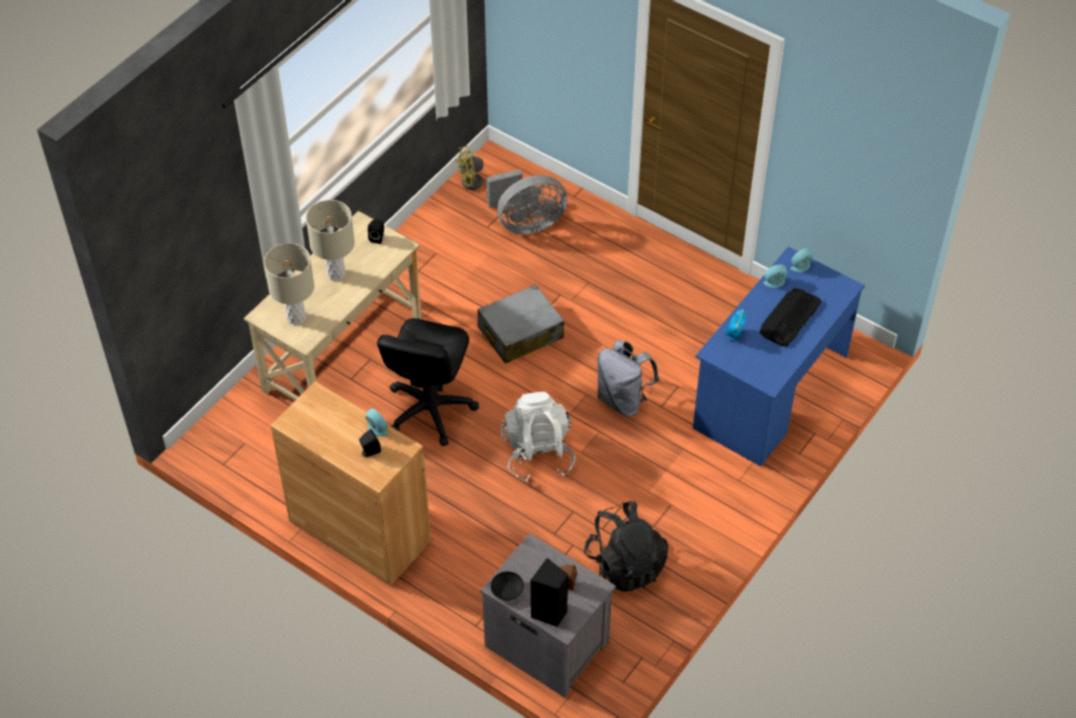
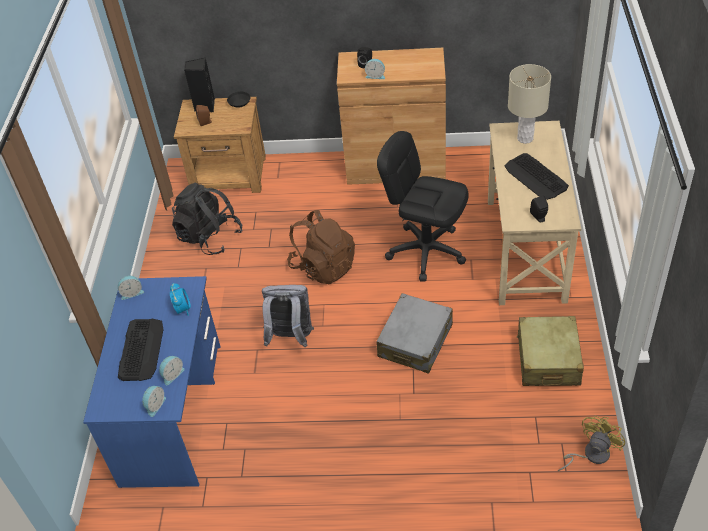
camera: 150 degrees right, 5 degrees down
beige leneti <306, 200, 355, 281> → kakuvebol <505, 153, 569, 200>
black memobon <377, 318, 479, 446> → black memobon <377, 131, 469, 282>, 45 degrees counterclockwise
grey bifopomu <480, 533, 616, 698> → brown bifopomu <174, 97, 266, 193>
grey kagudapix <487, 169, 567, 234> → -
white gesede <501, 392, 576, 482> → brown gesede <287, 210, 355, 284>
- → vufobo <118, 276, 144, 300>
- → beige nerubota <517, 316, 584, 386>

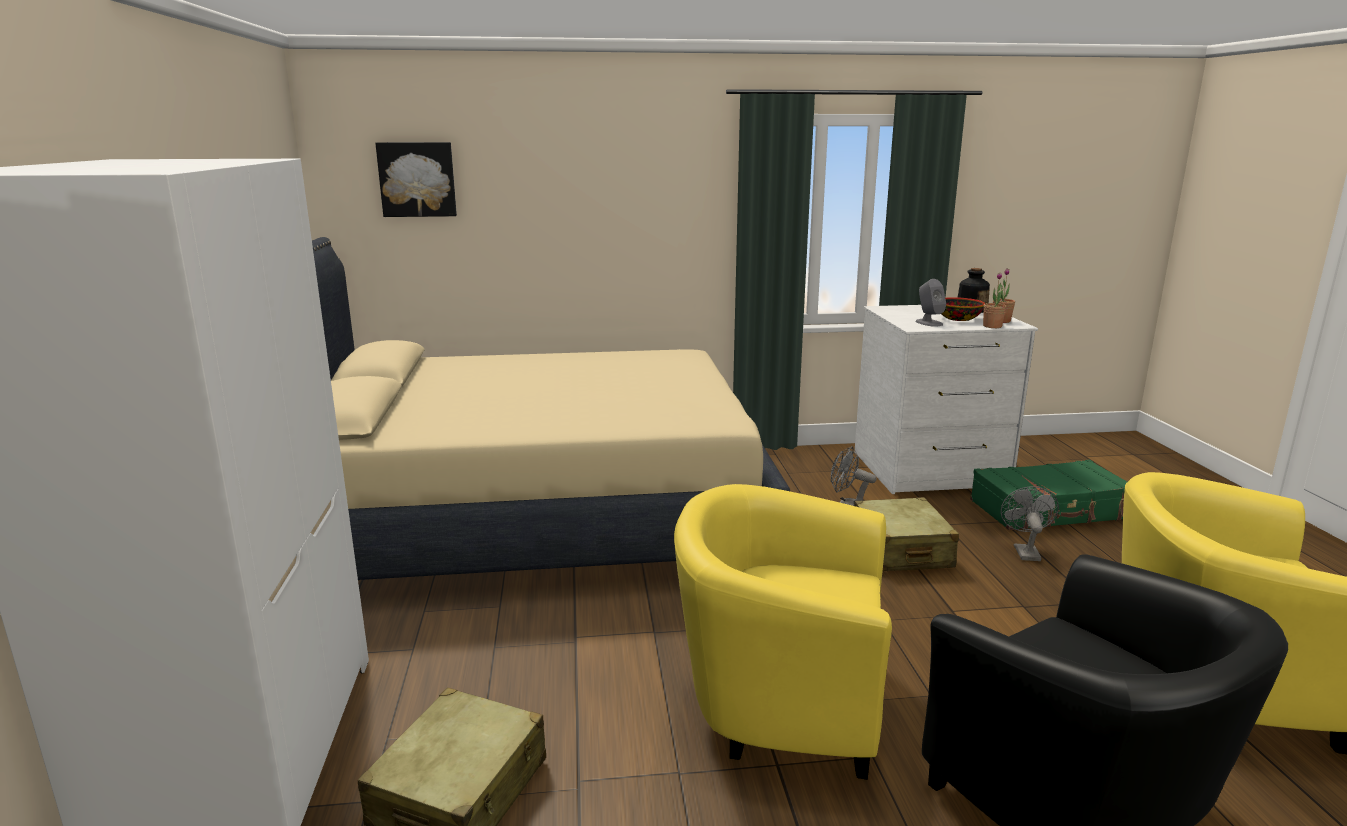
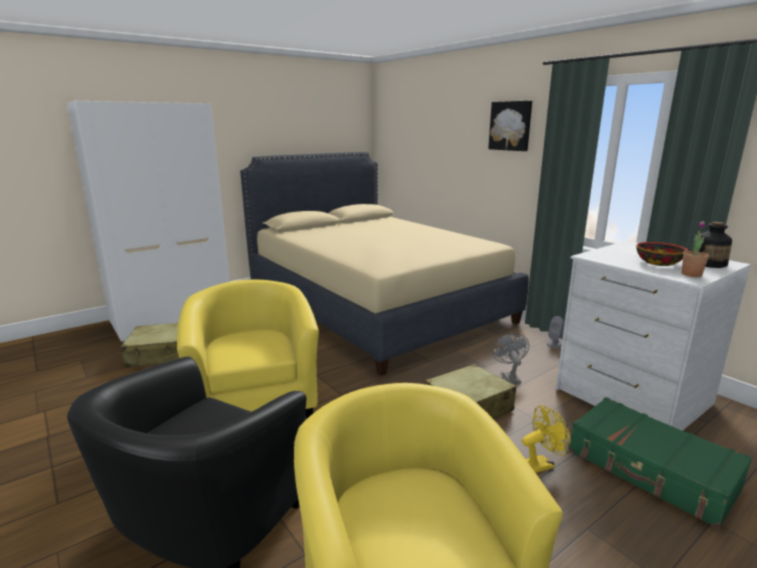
camera: 60 degrees right, 0 degrees up
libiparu <375, 142, 457, 217> → libiparu <488, 101, 532, 151>, relocated
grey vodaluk <915, 279, 946, 327> → grey vodaluk <547, 316, 564, 348>, relocated
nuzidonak <983, 273, 1007, 328> → -
grey kagudapix <1001, 486, 1059, 561> → yellow kagudapix <522, 406, 570, 473>

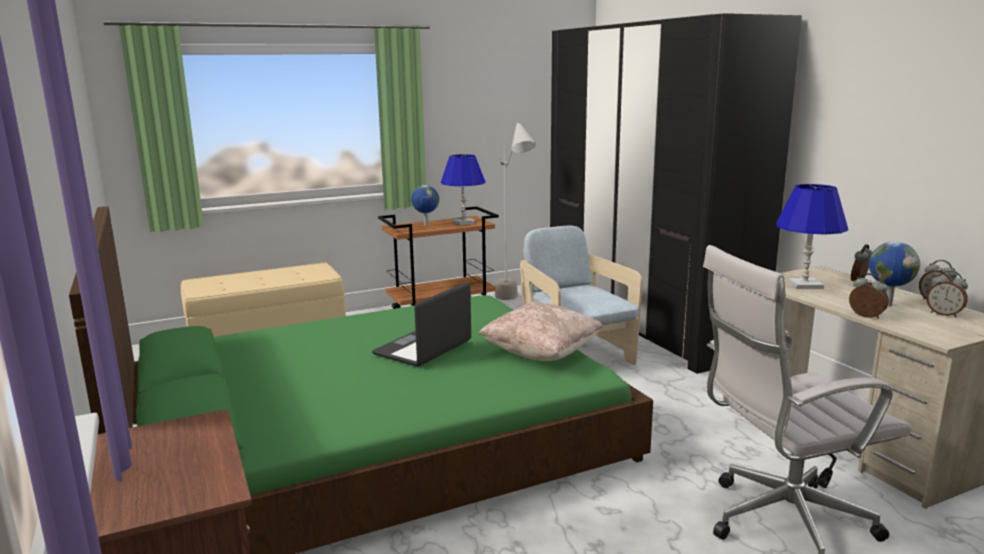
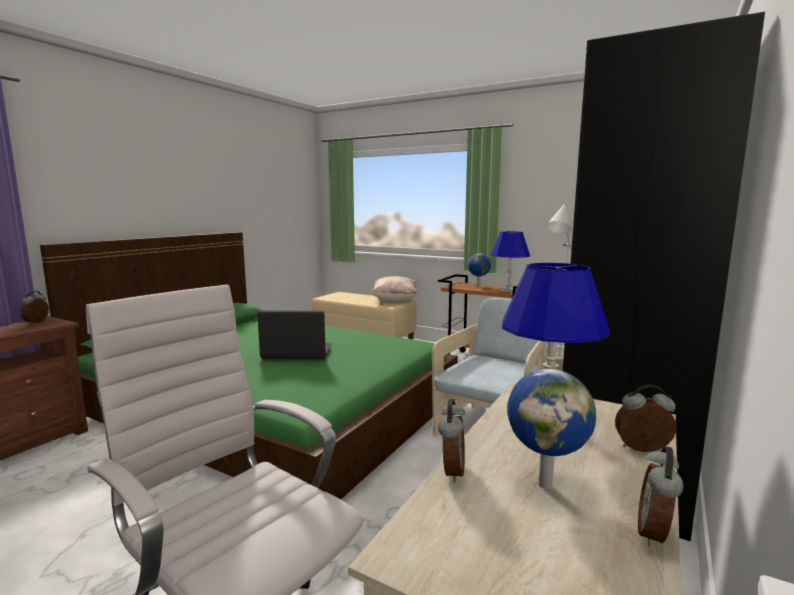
camera: 55 degrees right, 5 degrees down
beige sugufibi <478, 302, 603, 361> → beige sugufibi <371, 276, 418, 302>, relocated
vufobo <926, 271, 968, 318> → vufobo <20, 291, 49, 325>, relocated

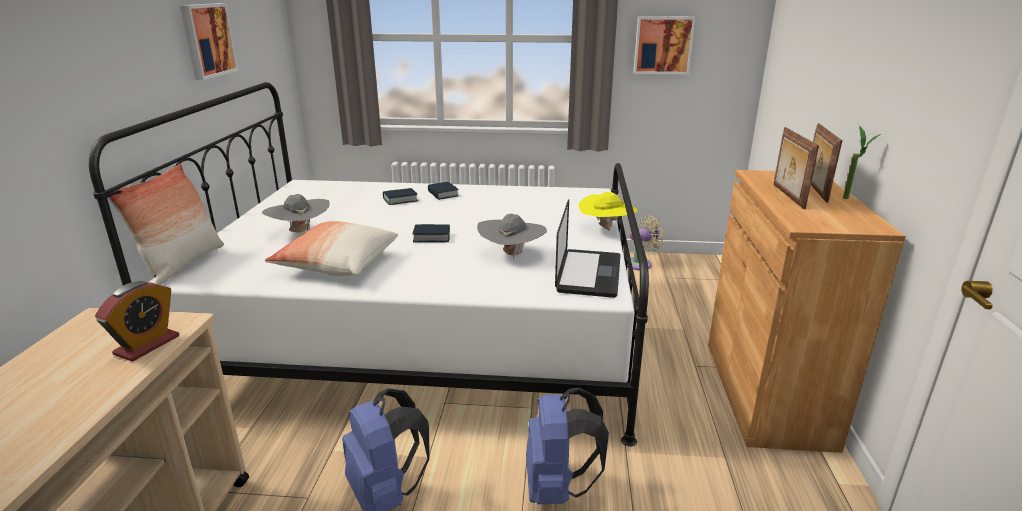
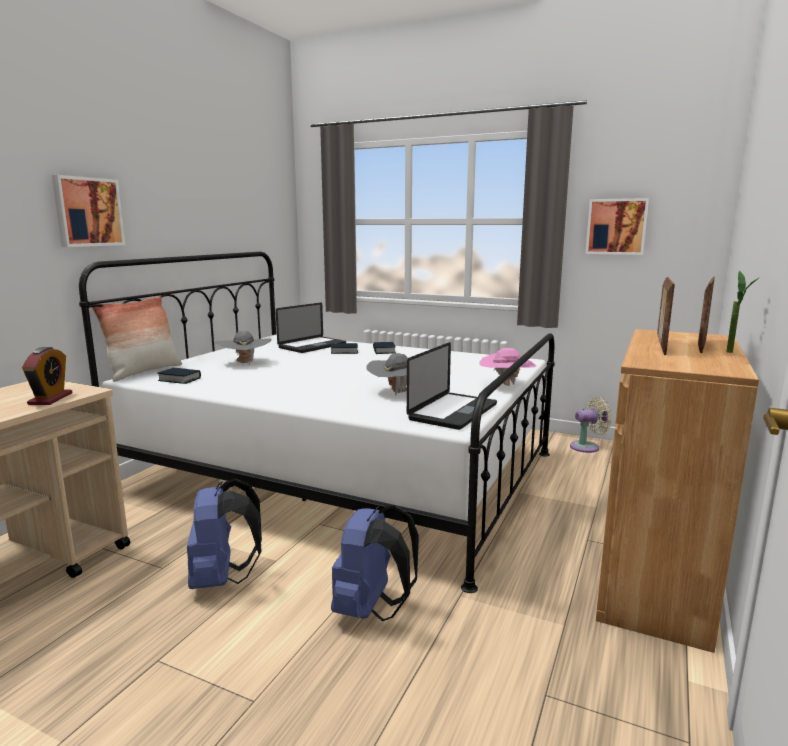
camera: 20 degrees right, 10 degrees down
vufobo <95, 281, 179, 362> → vufobo <22, 347, 72, 405>, 45 degrees counterclockwise
libiparu <180, 3, 238, 80> → libiparu <52, 175, 125, 247>, relocated
sugufibi <265, 221, 398, 276> → -
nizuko <413, 224, 450, 242> → nizuko <158, 368, 201, 384>, relocated
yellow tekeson <579, 192, 638, 231> → pink tekeson <480, 348, 536, 386>
- → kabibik <276, 303, 346, 353>

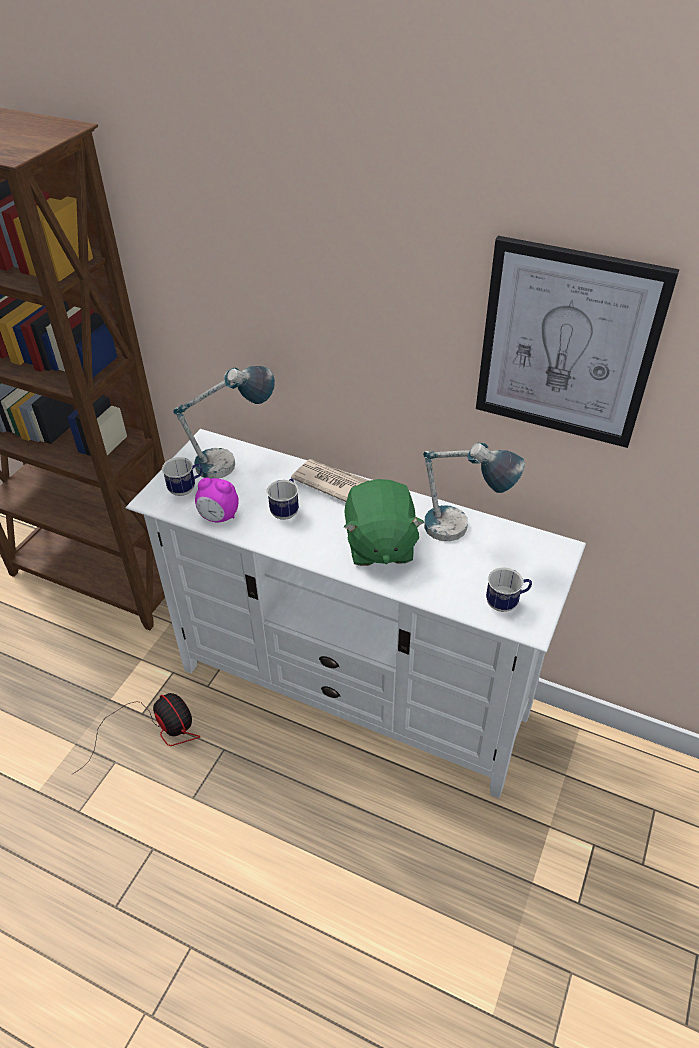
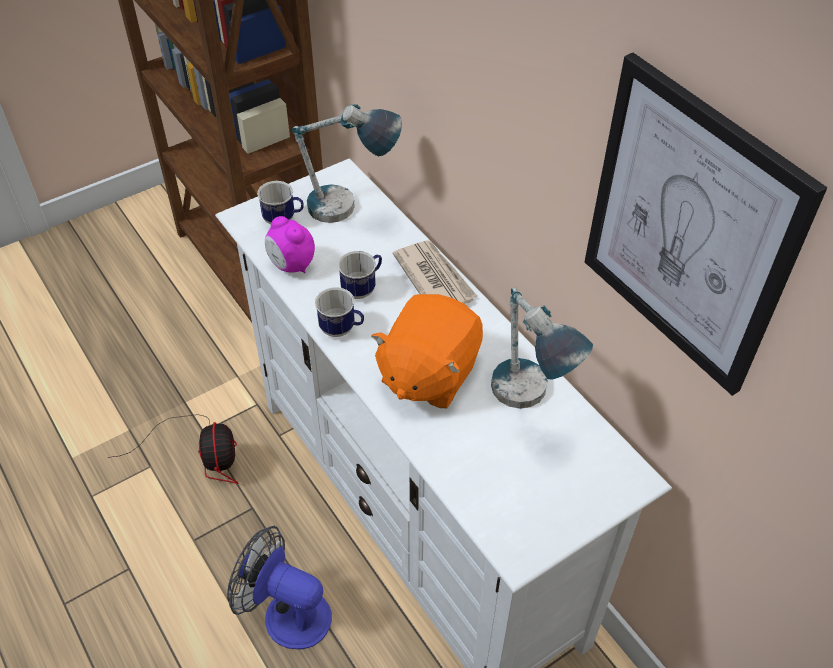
camera: 30 degrees right, 5 degrees up
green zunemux <344, 479, 424, 566> → orange zunemux <371, 294, 483, 408>
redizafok <486, 567, 532, 612> → redizafok <315, 287, 364, 337>, relocated
- → kagudapix <227, 526, 332, 650>

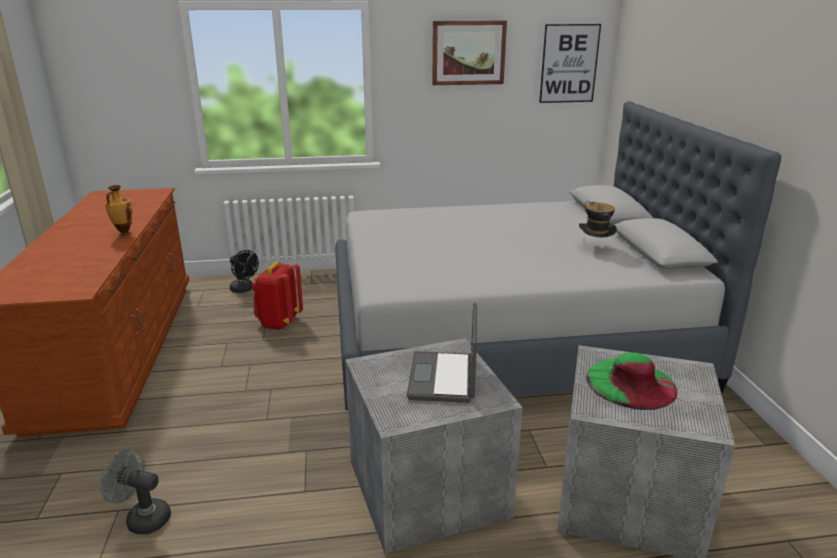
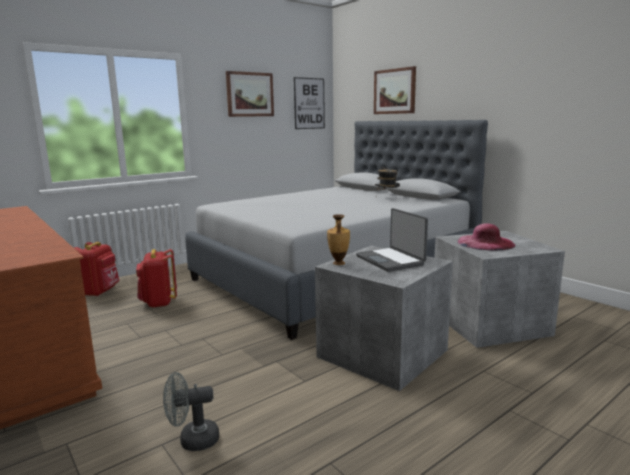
camera: 30 degrees left, 10 degrees down
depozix <105, 185, 132, 237> → depozix <327, 214, 350, 265>, relocated
black kagudapix <230, 250, 259, 293> → red gesede <74, 242, 119, 296>
green tekeson <586, 352, 677, 410> → pink tekeson <458, 223, 515, 250>
- → libiparu <374, 66, 416, 114>

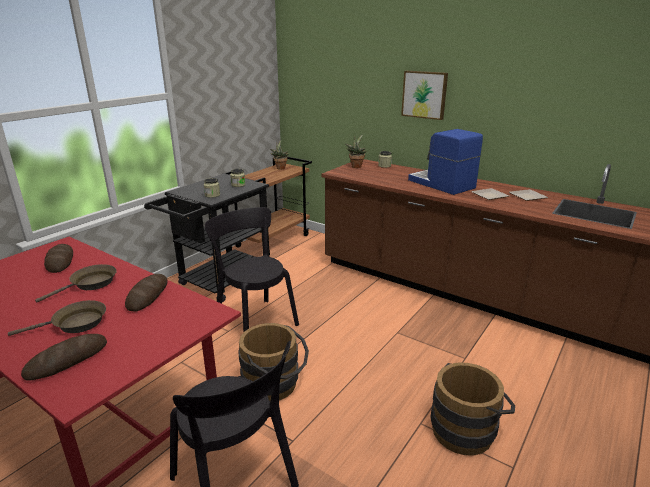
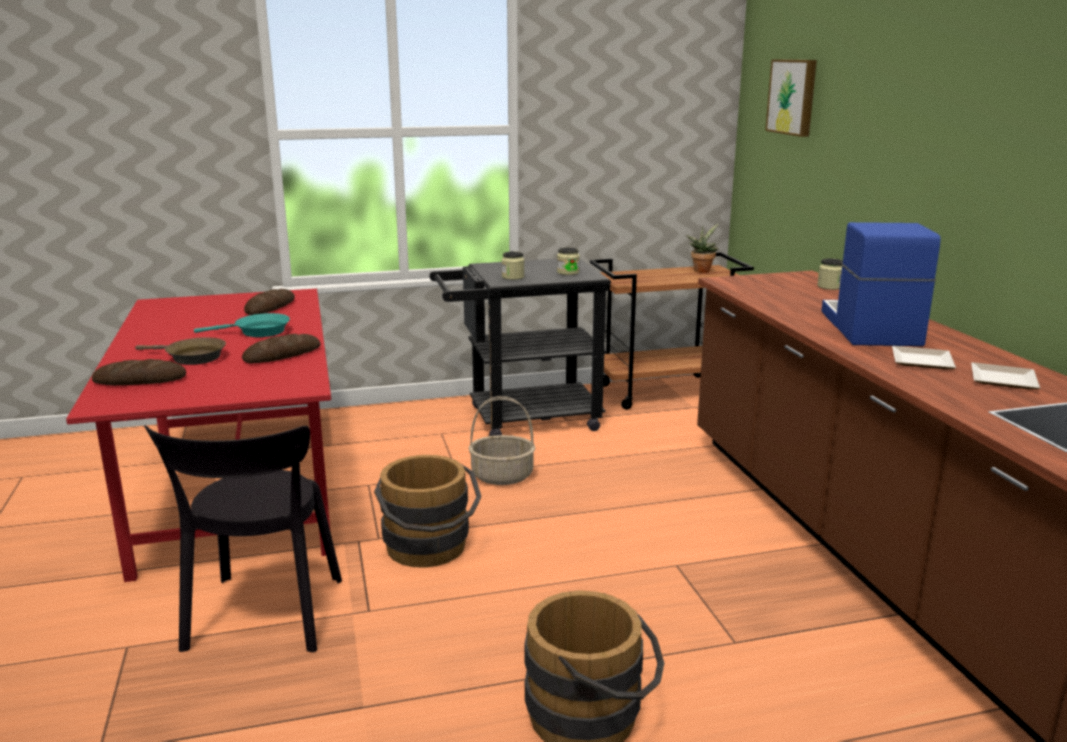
camera: 40 degrees right, 5 degrees down
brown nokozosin <35, 264, 117, 303> → turquoise nokozosin <194, 313, 290, 337>
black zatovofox <204, 207, 299, 332> → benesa <469, 396, 535, 485>
nuzidonak <346, 134, 367, 168> → -
libiparu <401, 71, 448, 120> → libiparu <765, 59, 817, 137>, relocated

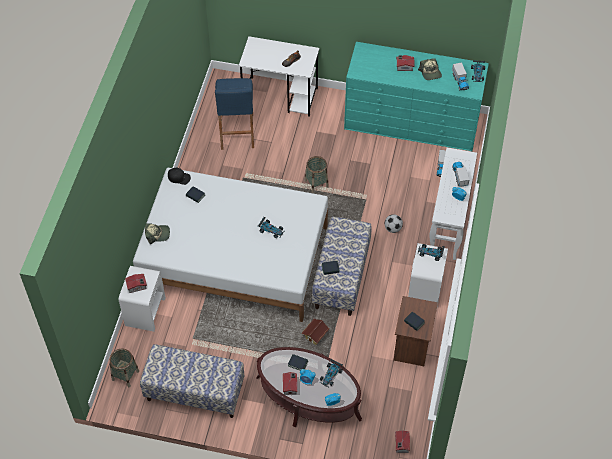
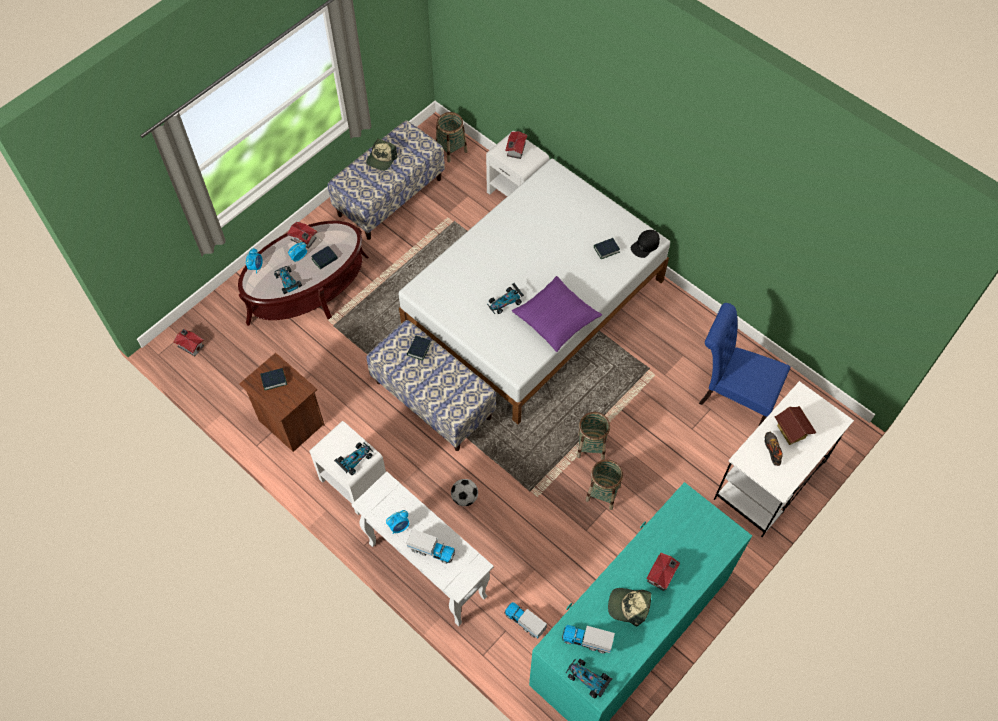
camera: 120 degrees right, 5 degrees up
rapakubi <145, 223, 170, 244> → rapakubi <366, 139, 397, 171>, relocated
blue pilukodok <215, 78, 254, 150> → blue zatovofox <699, 303, 790, 427>
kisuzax <301, 319, 330, 345> → kisuzax <774, 406, 816, 445>, relocated
- → purple sugufibi <512, 276, 602, 352>
- → benesa <586, 459, 623, 510>

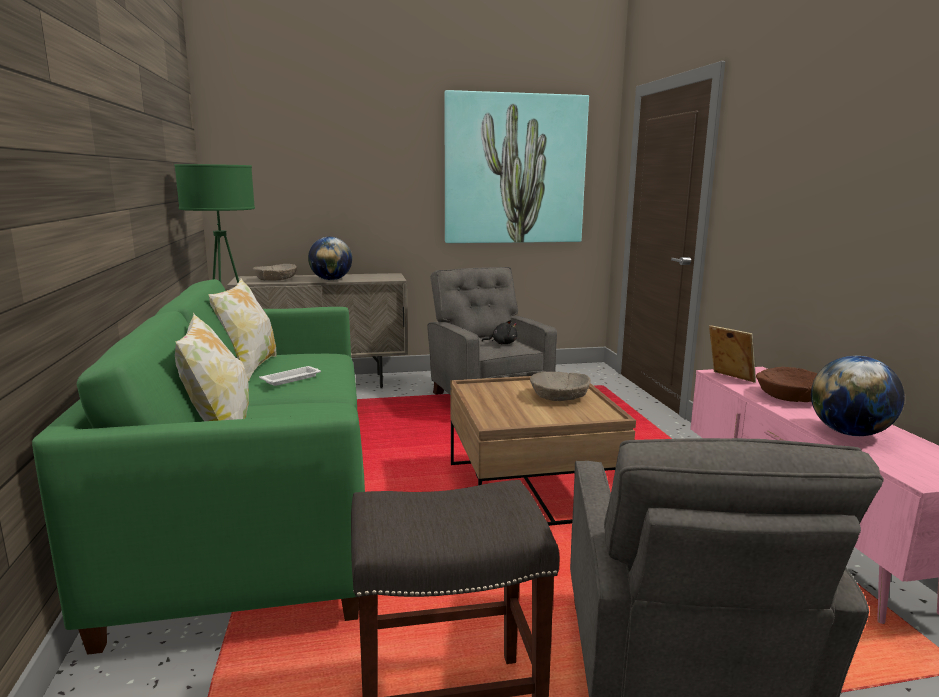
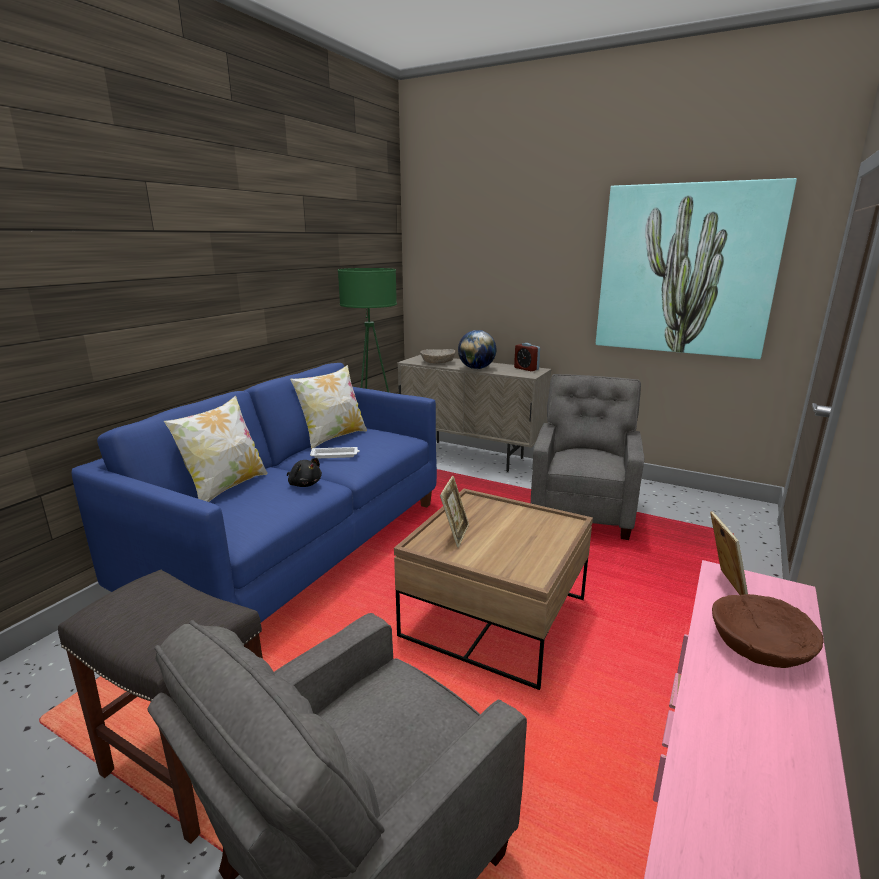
camera: 40 degrees right, 5 degrees up
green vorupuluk <32, 279, 365, 655> → blue vorupuluk <71, 363, 437, 622>
black zunemux <481, 320, 517, 344> → black zunemux <287, 458, 322, 487>, relocated
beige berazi <530, 372, 591, 401> → -
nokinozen <811, 356, 905, 436> → -
- → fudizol <440, 476, 469, 548>
- → vufobo <514, 343, 540, 371>

